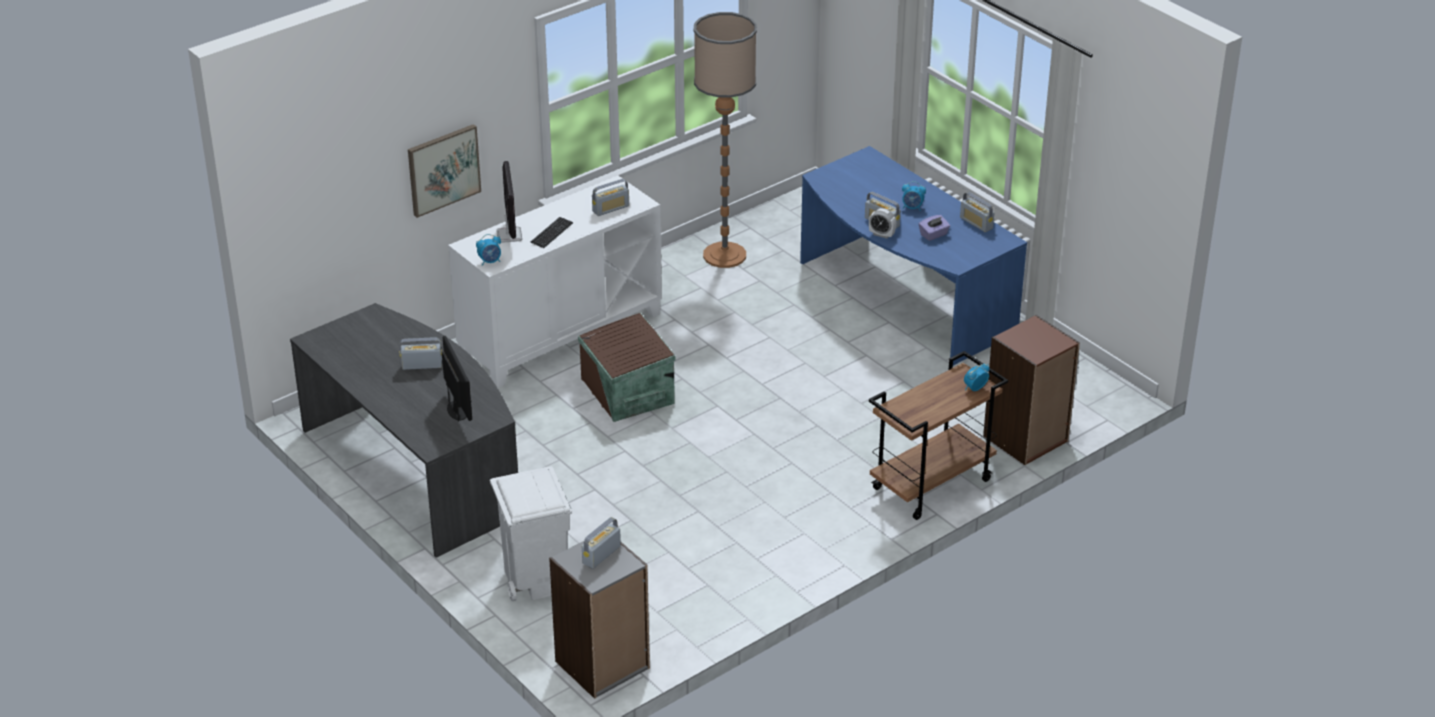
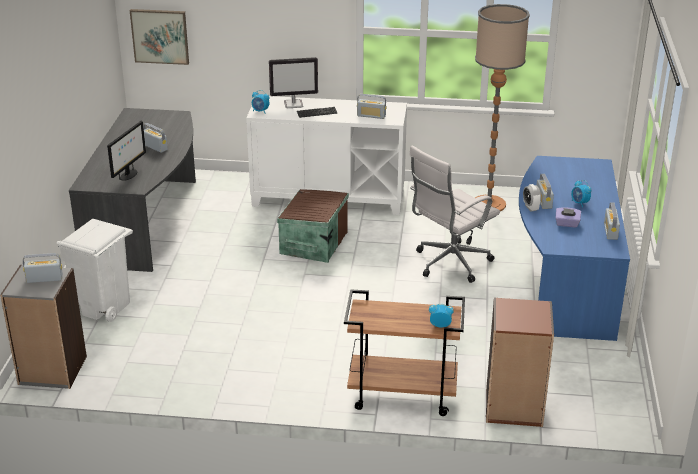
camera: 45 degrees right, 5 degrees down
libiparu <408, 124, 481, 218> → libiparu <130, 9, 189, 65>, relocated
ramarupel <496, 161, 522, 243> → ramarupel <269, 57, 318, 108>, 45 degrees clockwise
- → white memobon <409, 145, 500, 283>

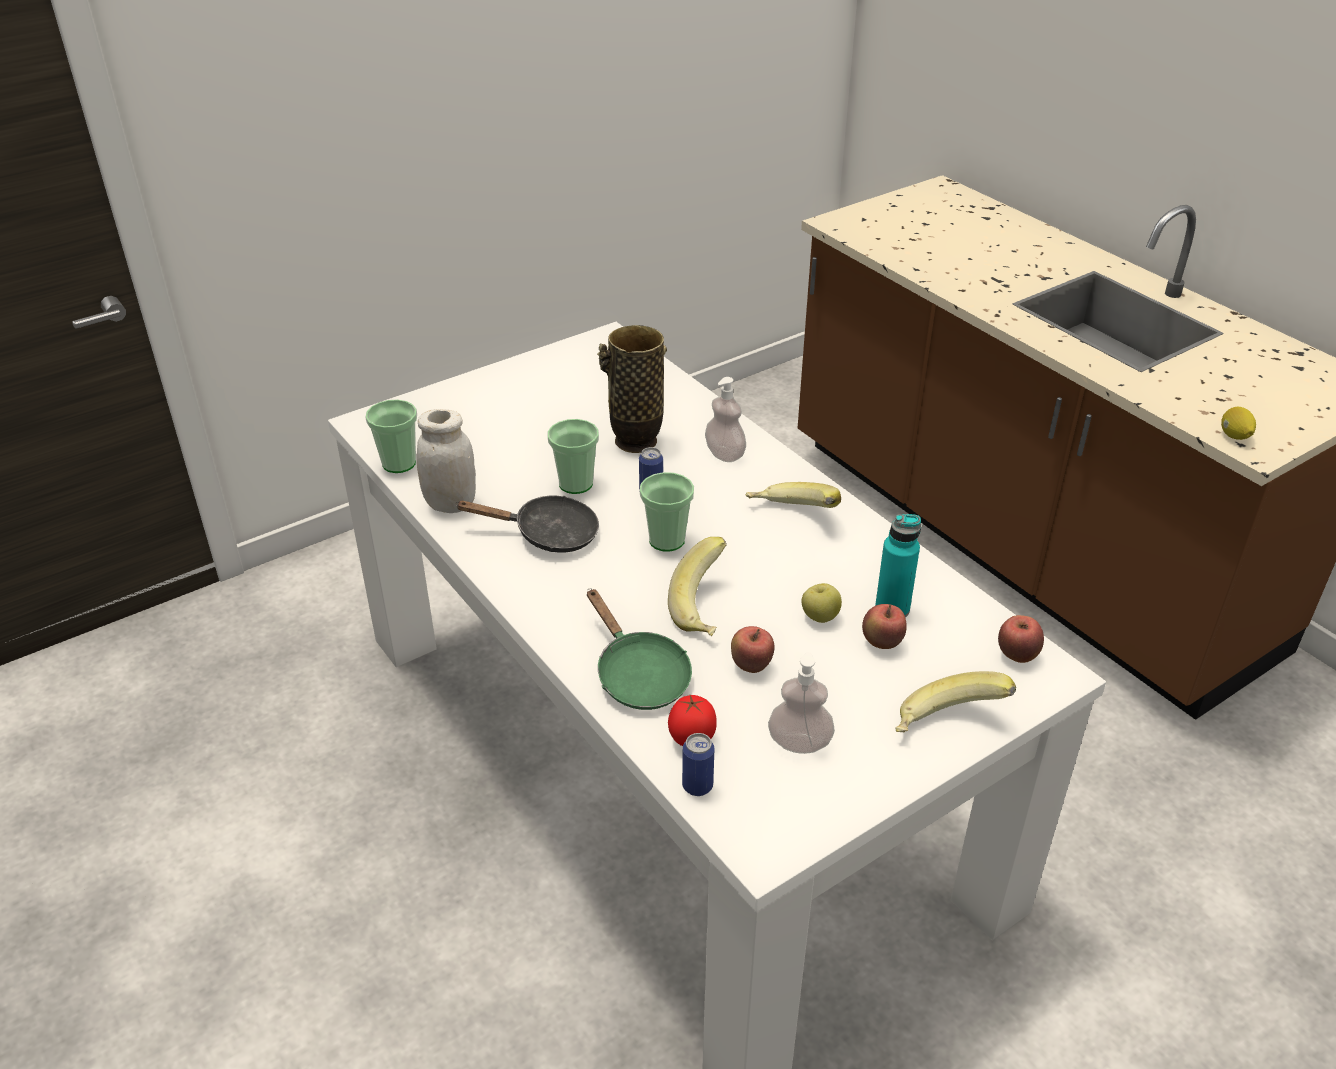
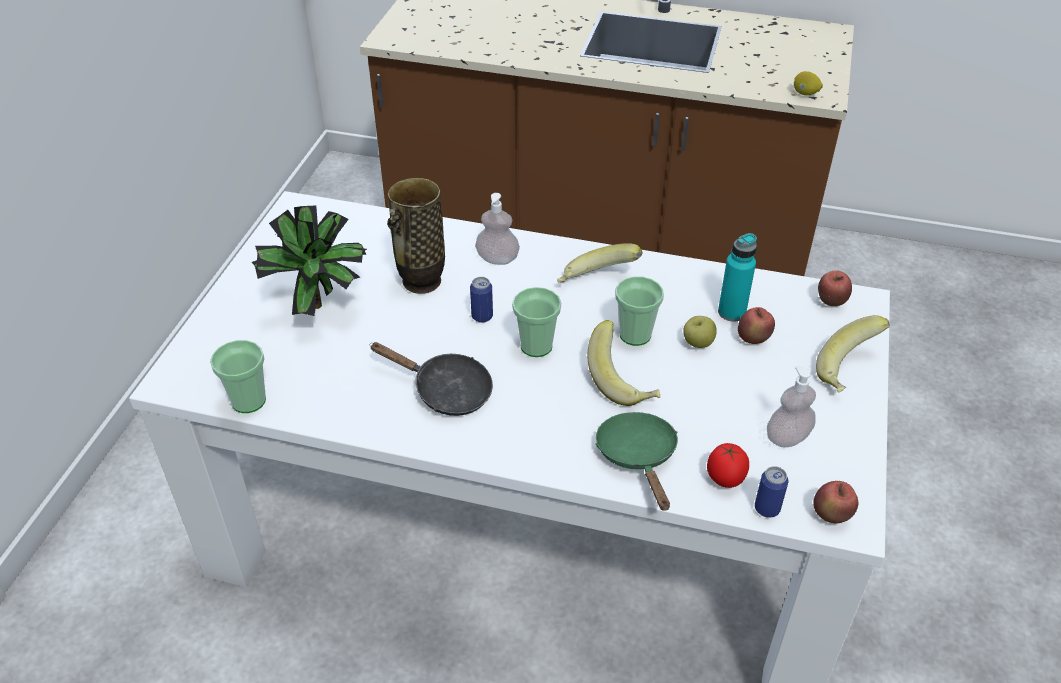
camera: 40 degrees left, 5 degrees up
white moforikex <417, 409, 476, 513> → -
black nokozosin <455, 496, 599, 553> → black nokozosin <370, 342, 493, 416>, 60 degrees clockwise
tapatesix <548, 419, 599, 494> → tapatesix <615, 276, 664, 346>, relocated
green nokozosin <587, 589, 692, 710> → green nokozosin <595, 412, 678, 511>, 120 degrees counterclockwise
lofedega <731, 626, 775, 673> → lofedega <813, 481, 858, 524>, relocated
- → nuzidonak <252, 205, 367, 316>

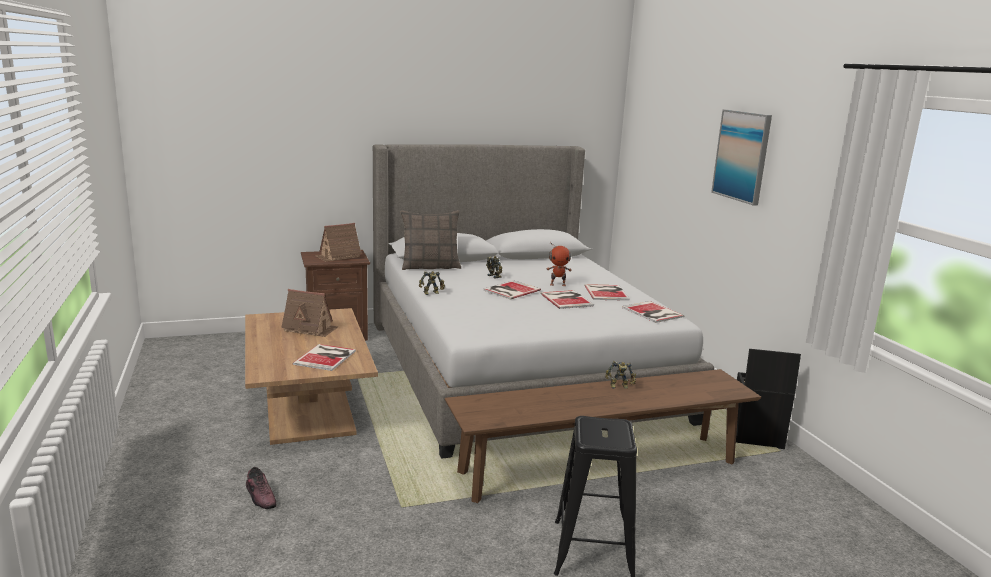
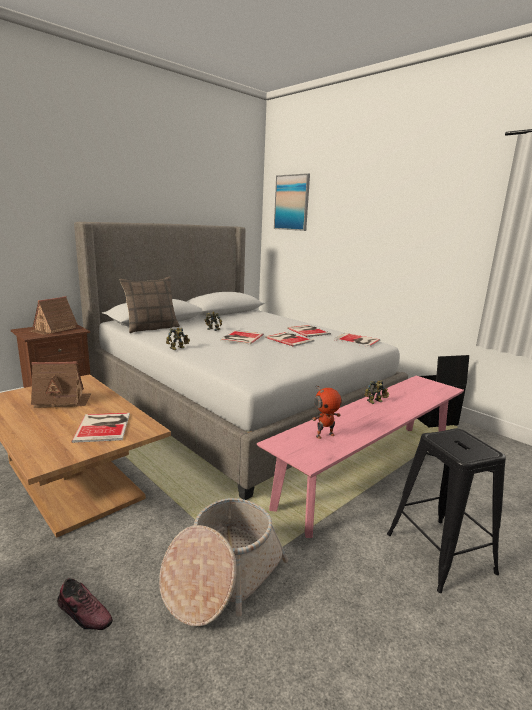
camera: 25 degrees left, 0 degrees up
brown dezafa <445, 369, 761, 503> → pink dezafa <257, 376, 464, 538>
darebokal <546, 243, 572, 286> → darebokal <312, 385, 342, 439>, relocated
libiparu <711, 109, 772, 205> → libiparu <274, 173, 310, 231>, relocated
- → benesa <159, 498, 288, 626>

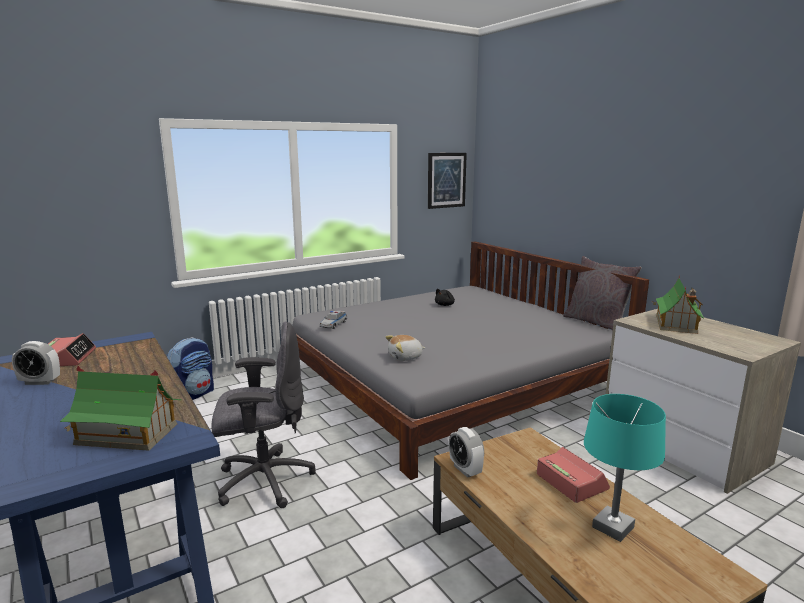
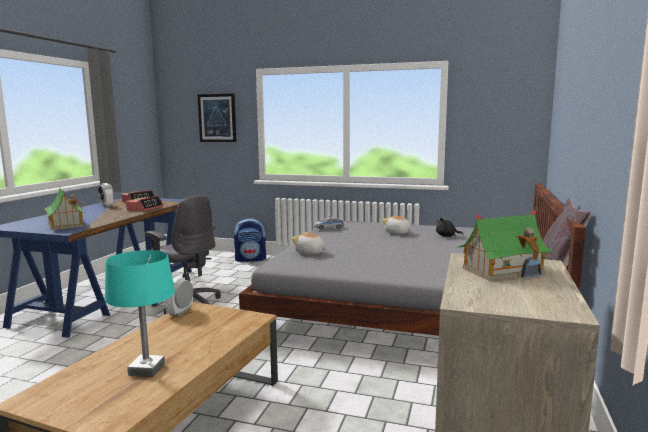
camera: 50 degrees right, 5 degrees down
libiparu <428, 153, 467, 209> → libiparu <197, 93, 237, 142>, relocated
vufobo <537, 447, 610, 503> → vufobo <126, 196, 164, 211>, relocated
- → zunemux <382, 216, 411, 234>

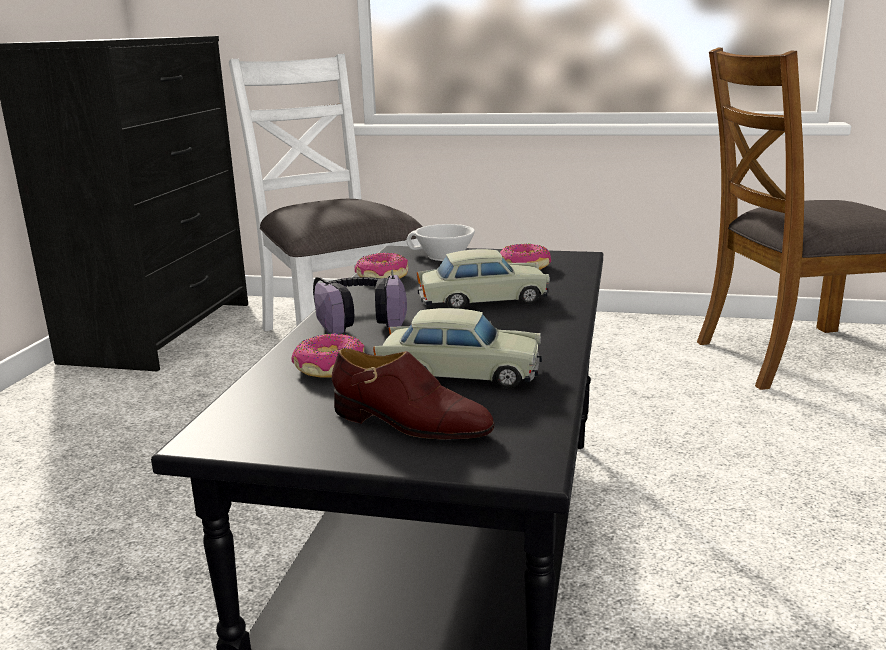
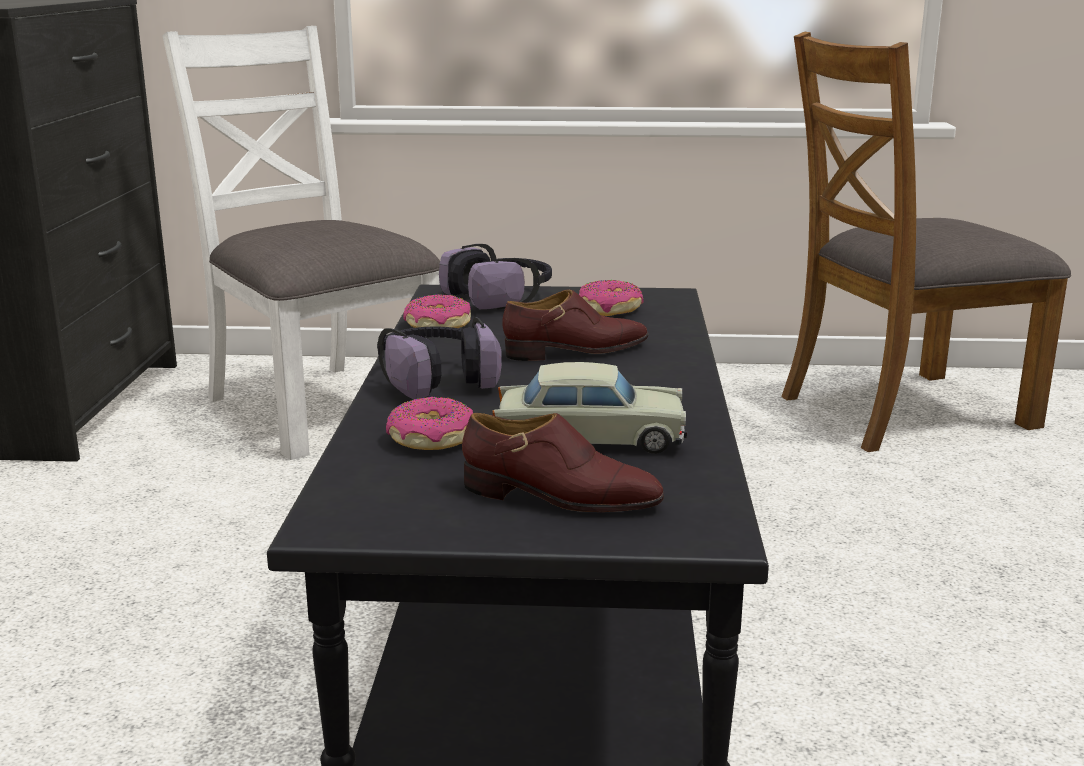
camera: 10 degrees left, 0 degrees up
white tapatesix <406, 224, 475, 261> → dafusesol <439, 244, 552, 310>
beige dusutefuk <417, 249, 550, 309> → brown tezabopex <502, 289, 648, 361>

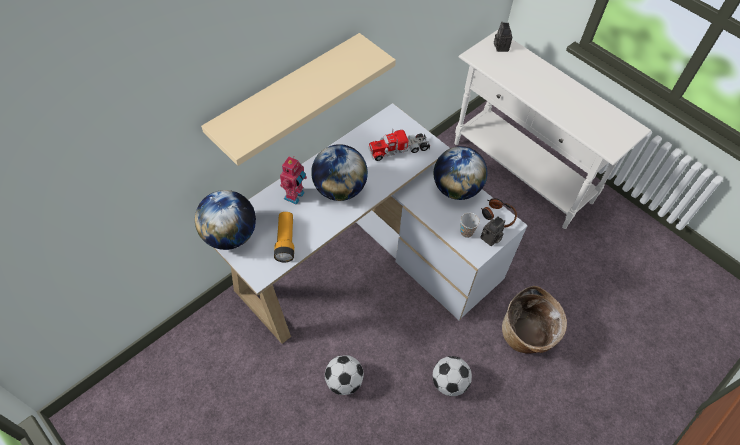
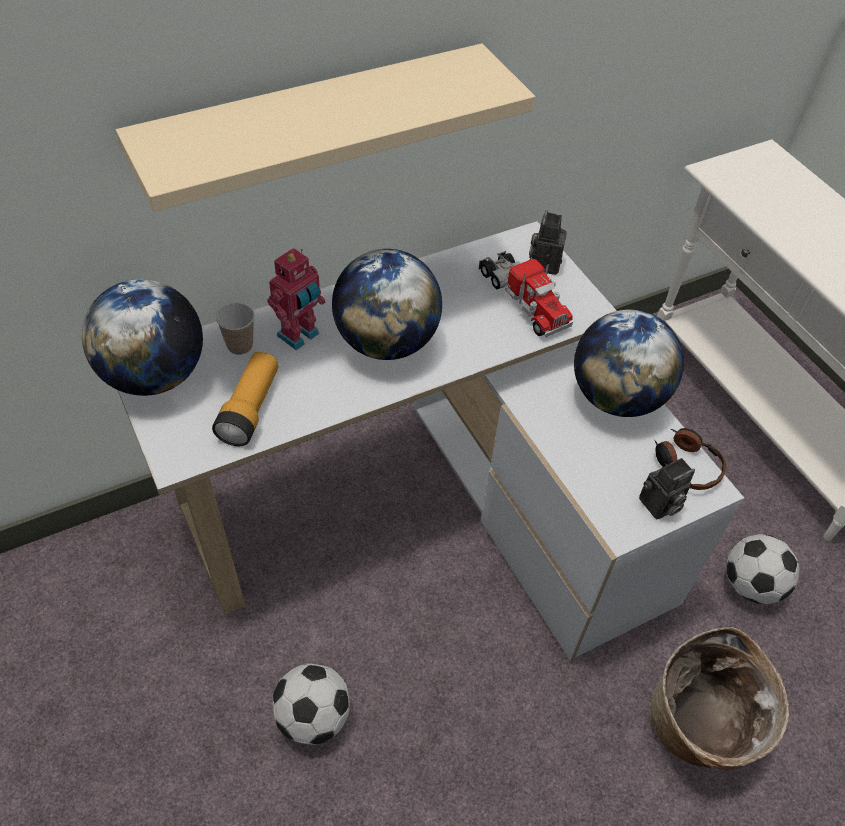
camera: 15 degrees right, 5 degrees down
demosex <368, 129, 430, 161> → demosex <479, 251, 573, 338>, 120 degrees counterclockwise
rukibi <432, 356, 472, 396> → rukibi <726, 534, 799, 604>, relocated
tapatesix <460, 213, 480, 238> → tapatesix <216, 303, 255, 355>, relocated
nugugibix <494, 22, 512, 52> → nugugibix <529, 210, 567, 275>, relocated

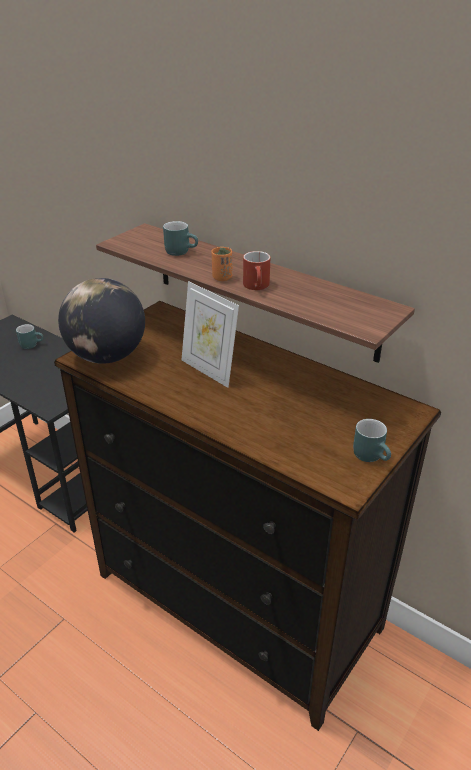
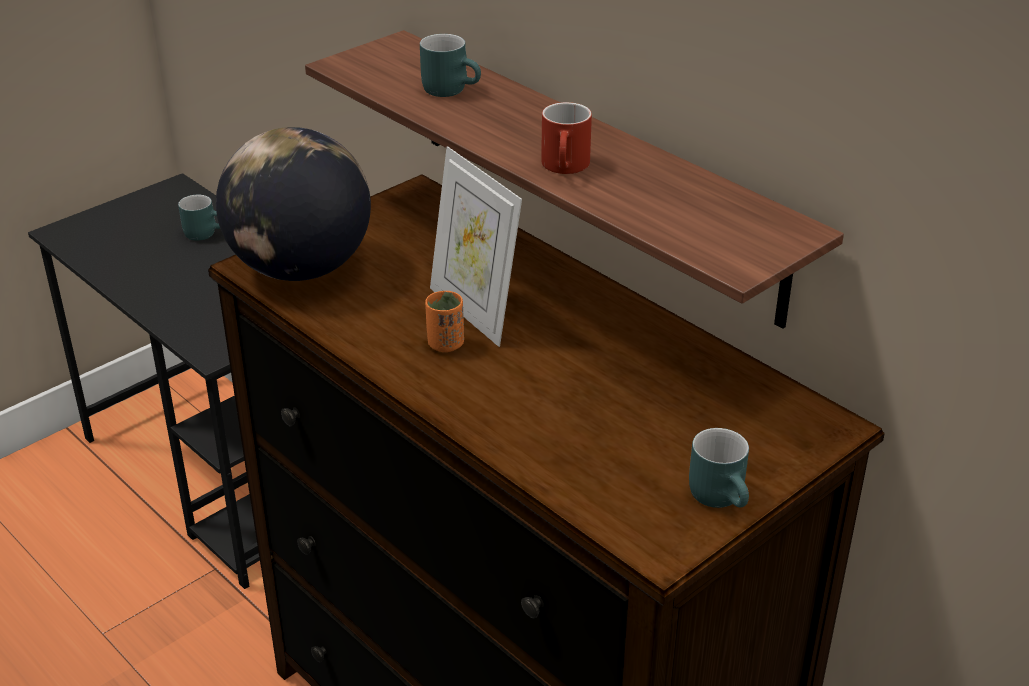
camera: 10 degrees right, 0 degrees up
orange tapatesix <211, 247, 232, 281> → orange tapatesix <425, 291, 464, 352>, relocated

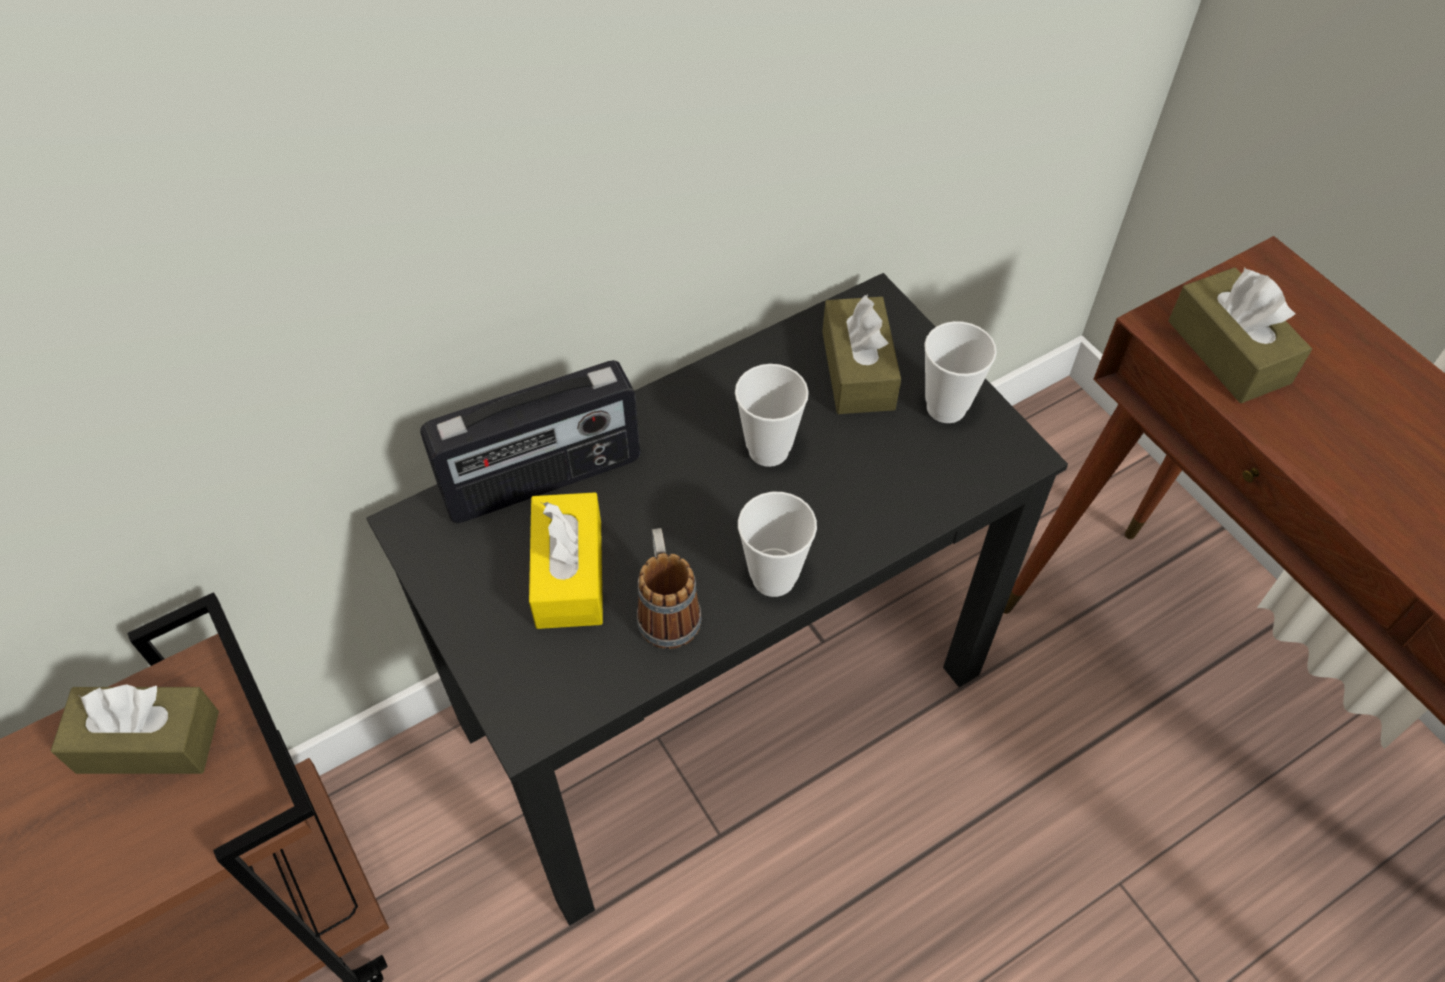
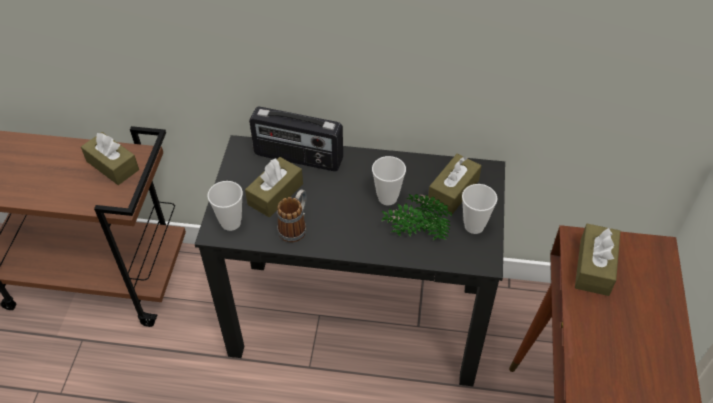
camera: 40 degrees right, 5 degrees down
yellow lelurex <529, 492, 603, 629> → brown lelurex <245, 157, 303, 217>
tapatesix <738, 492, 817, 597> → tapatesix <208, 181, 243, 231>, relocated
- → nuzidonak <381, 194, 452, 240>

